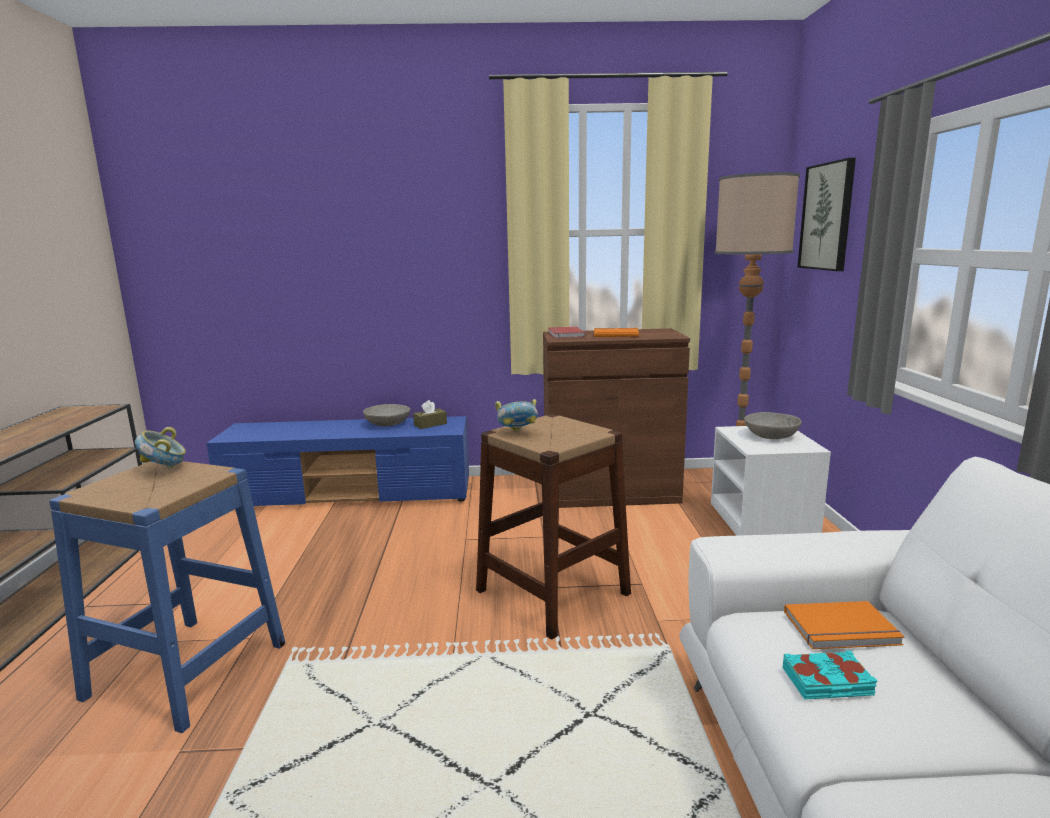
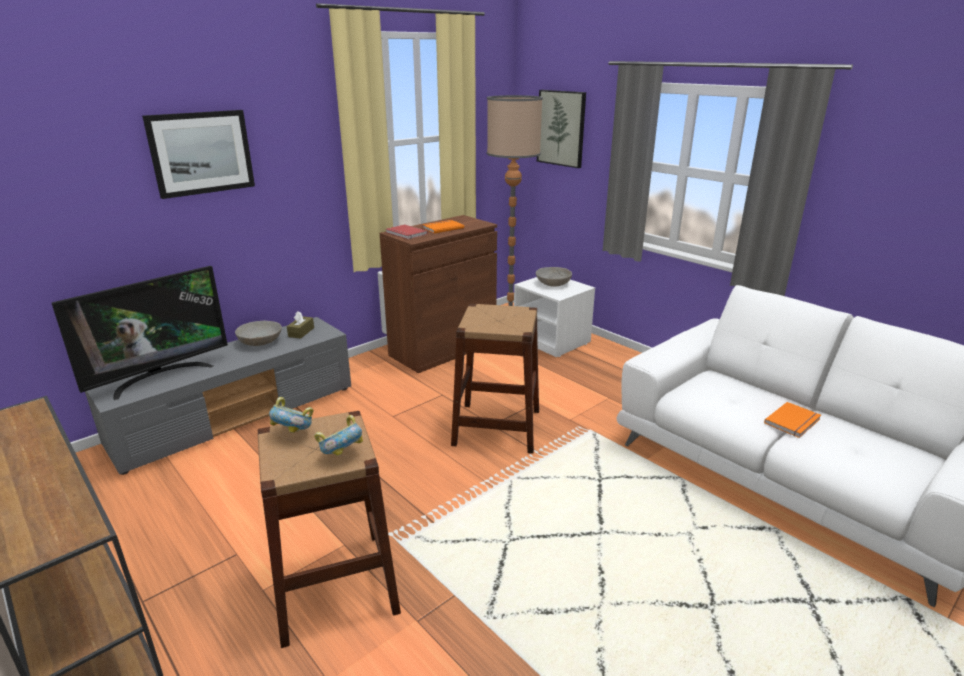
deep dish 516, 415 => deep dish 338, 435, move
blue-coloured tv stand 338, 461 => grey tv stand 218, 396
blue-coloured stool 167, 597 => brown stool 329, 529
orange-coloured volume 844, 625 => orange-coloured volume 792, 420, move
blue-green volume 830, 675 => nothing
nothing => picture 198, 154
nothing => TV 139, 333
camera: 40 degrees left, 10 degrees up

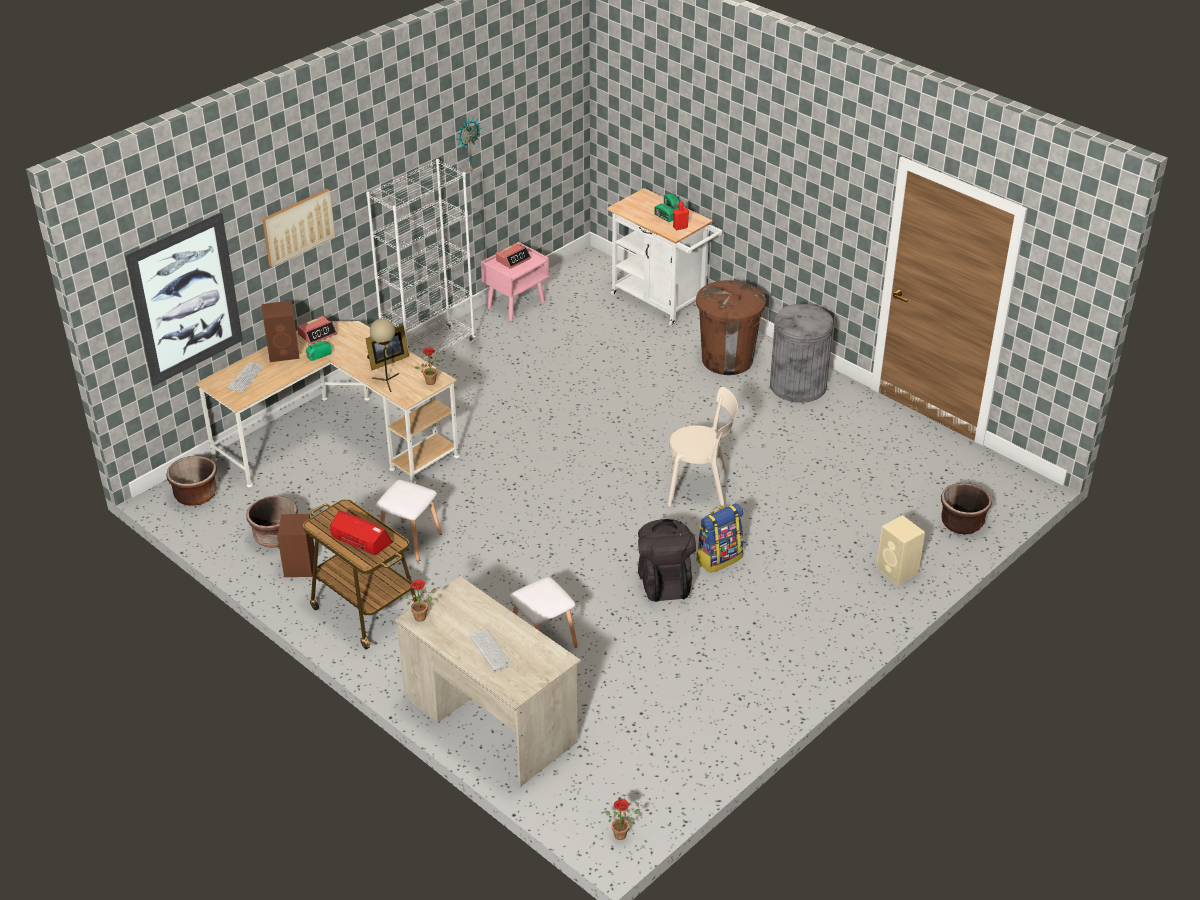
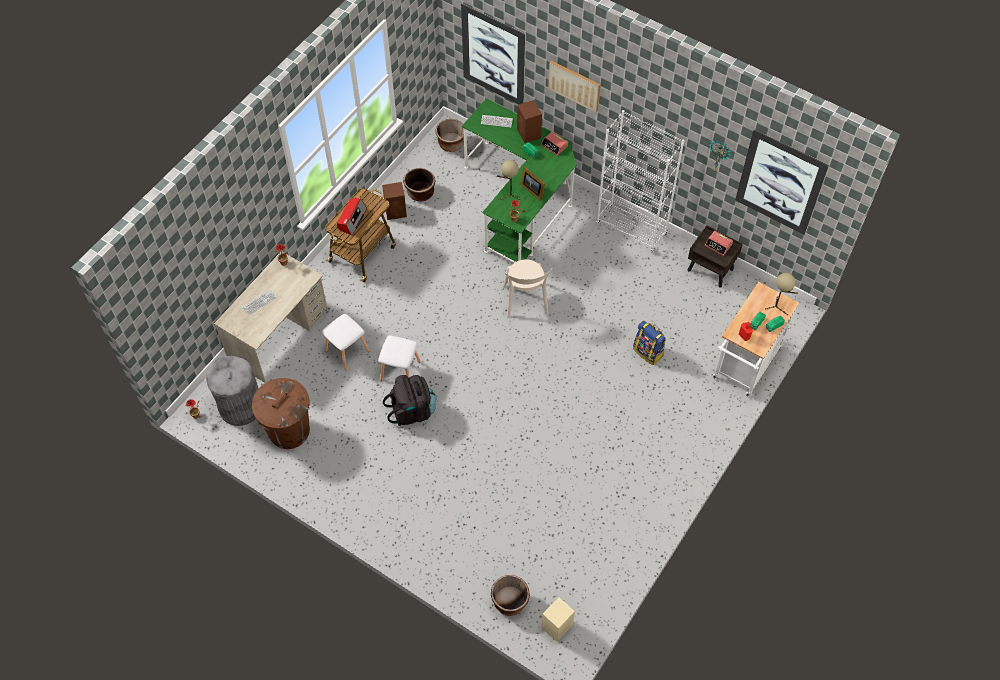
pinkish night table 515, 281 => brown night table 715, 256
brown rubbish bin 731, 327 => brown rubbish bin 281, 413, move
grey rubbish bin 802, 353 => grey rubbish bin 232, 391, move
sand-coloured desk table 327, 404 => greenish desk table 519, 181
sand-coloured plain chair 702, 447 => sand-coloured plain chair 527, 288, move
whitish stool 408, 520 => whitish stool 399, 358, move
rucksack 720, 538 => rucksack 649, 343, move
sand-coloured audio speaker 900, 550 => sand-coloured audio speaker 558, 619, move
nothing => picture 782, 182
nothing => sand-coloured tabletop lamp 781, 294
camera: 80 degrees right, 20 degrees up

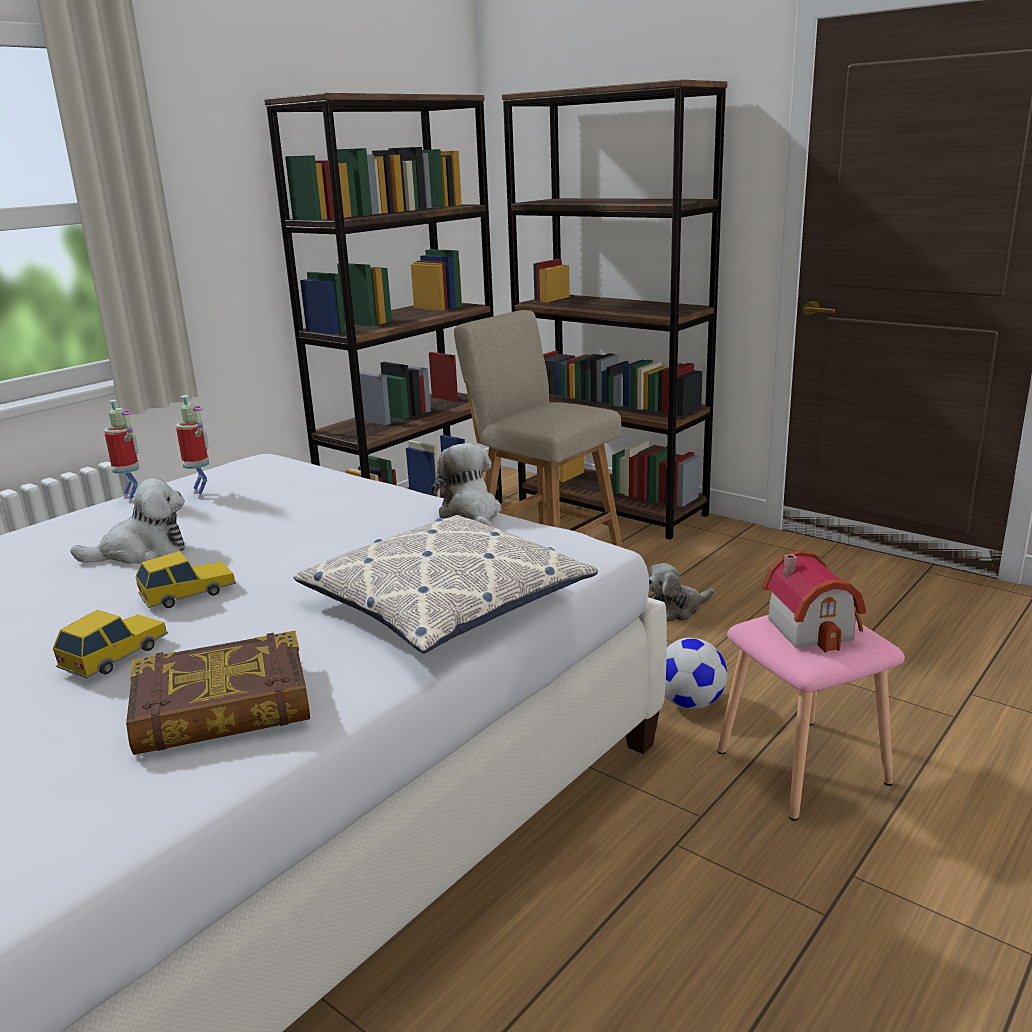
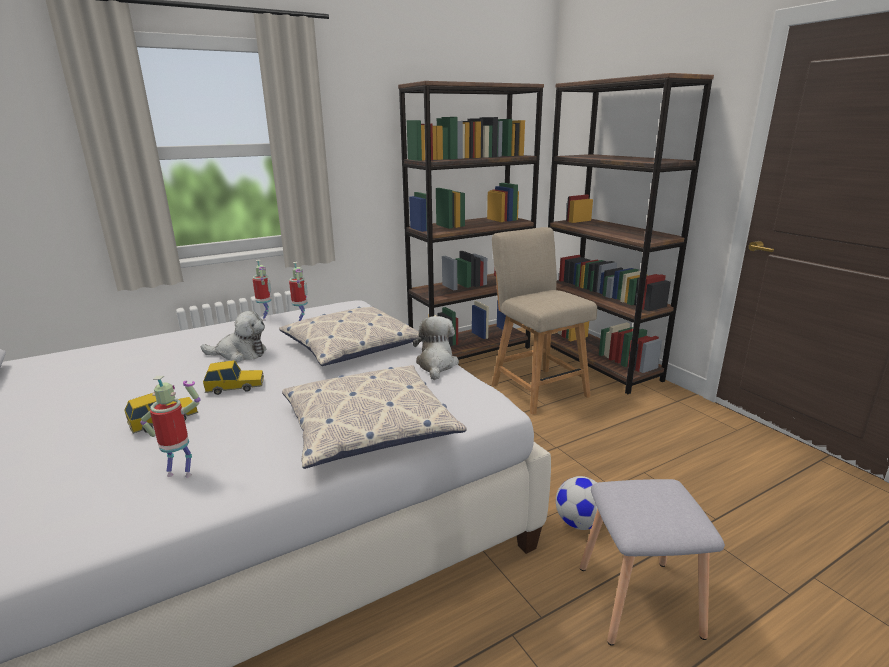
miniature house 814, 601 => nothing
cuddly toy 681, 592 => nothing
pinkish stool 811, 718 => grey stool 652, 562
volume 218, 693 => toy robot 170, 426
nothing => throw pillow 349, 336
camera: 20 degrees right, 0 degrees up

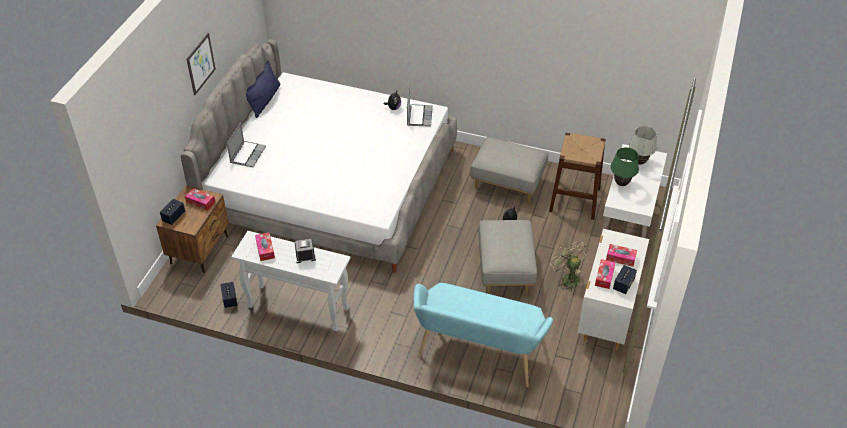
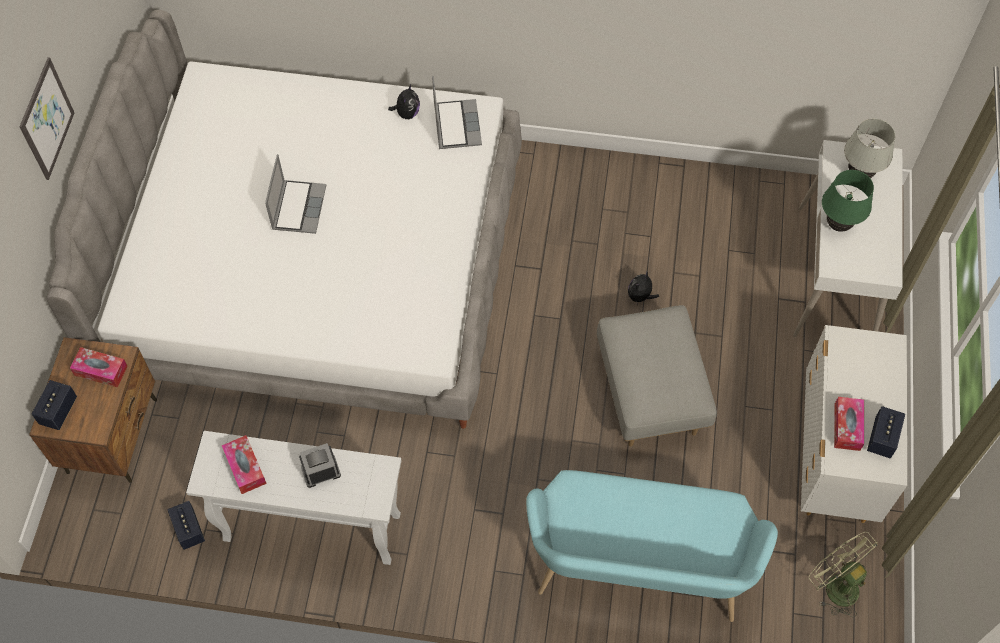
blue-coloured throw pillow 263, 89 => nothing
portable computer 246, 144 => portable computer 295, 194, move
brown stool 577, 176 => nothing
grey pouffe 509, 170 => nothing
greenish electric fan 569, 265 => greenish electric fan 843, 574, move
tissue box 621, 255 => nothing
camera: 10 degrees left, 15 degrees up

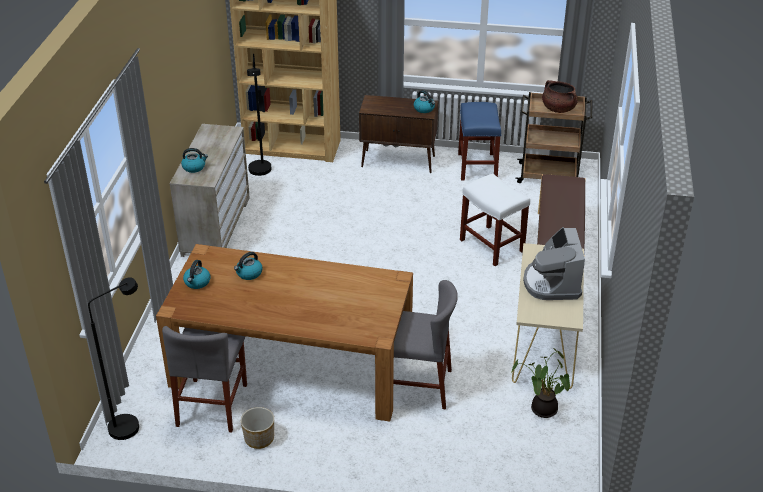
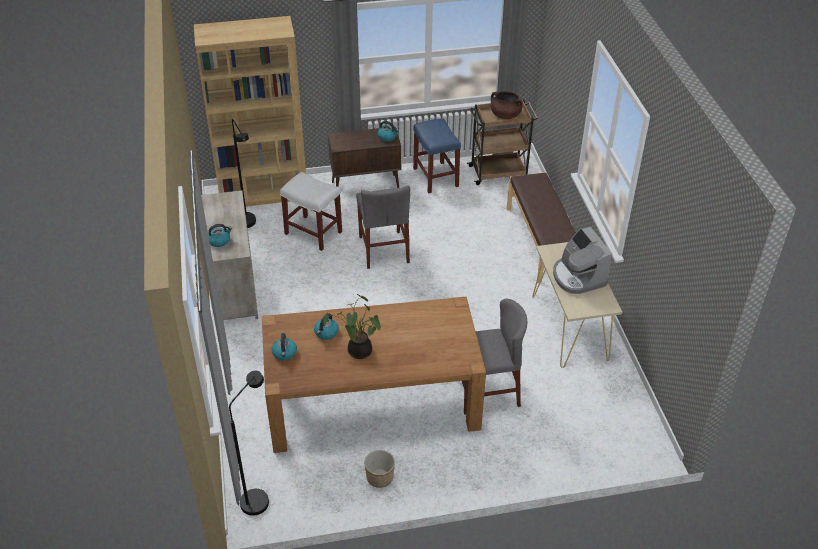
whitish stool 495, 220 => whitish stool 311, 211, move
grey plain chair 204, 379 => grey plain chair 383, 227, move
houseplant 541, 383 => houseplant 352, 326, move
camera: 20 degrees left, 5 degrees up

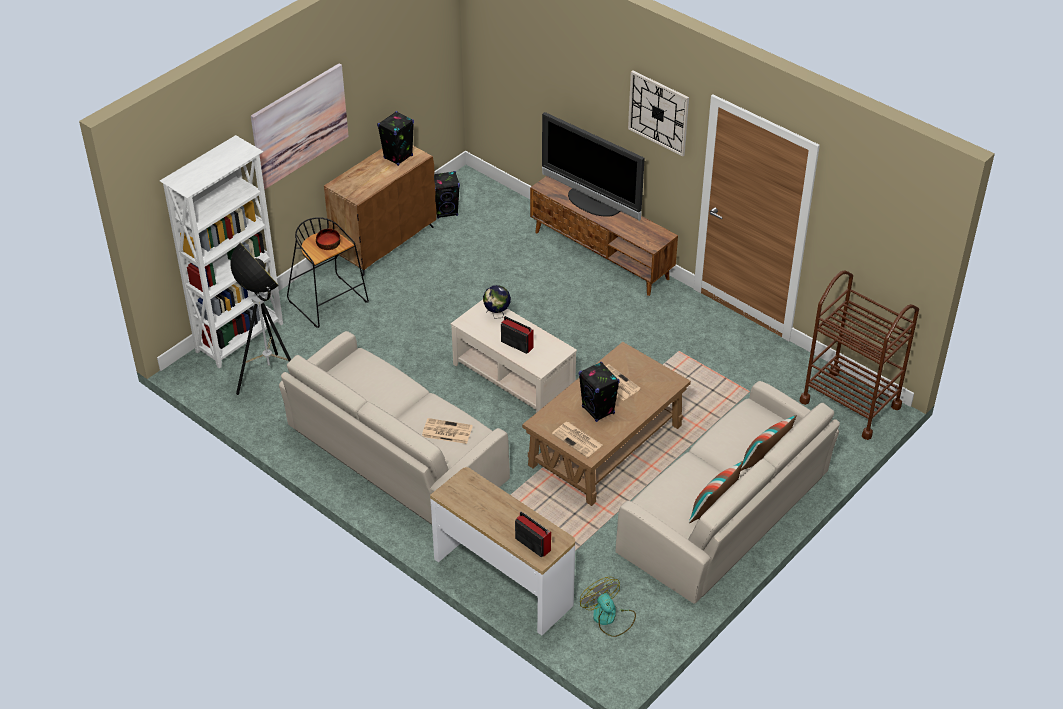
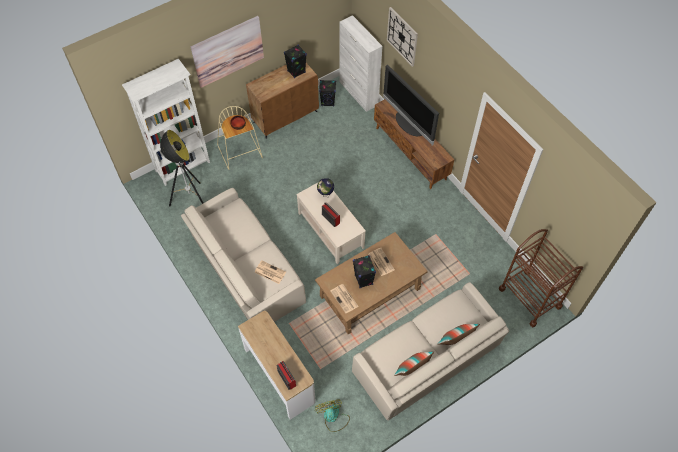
wall clock 658, 114 => wall clock 402, 37, move
black-coloured stool 328, 272 => sand-coloured stool 240, 138
nothing => whitish storage cabinet 361, 63
camera: 15 degrees right, 15 degrees up

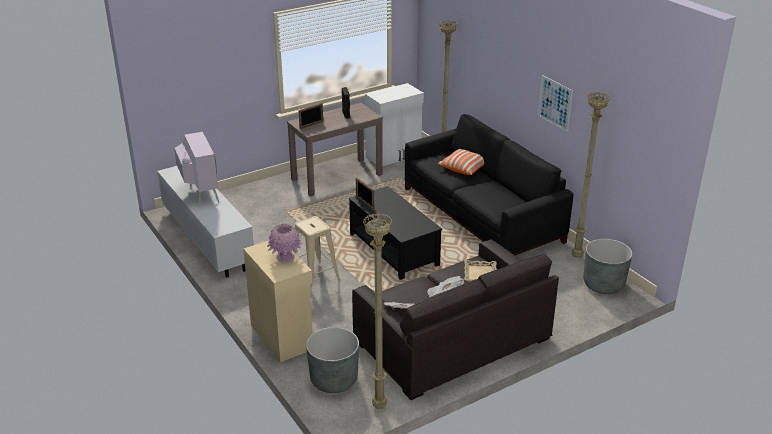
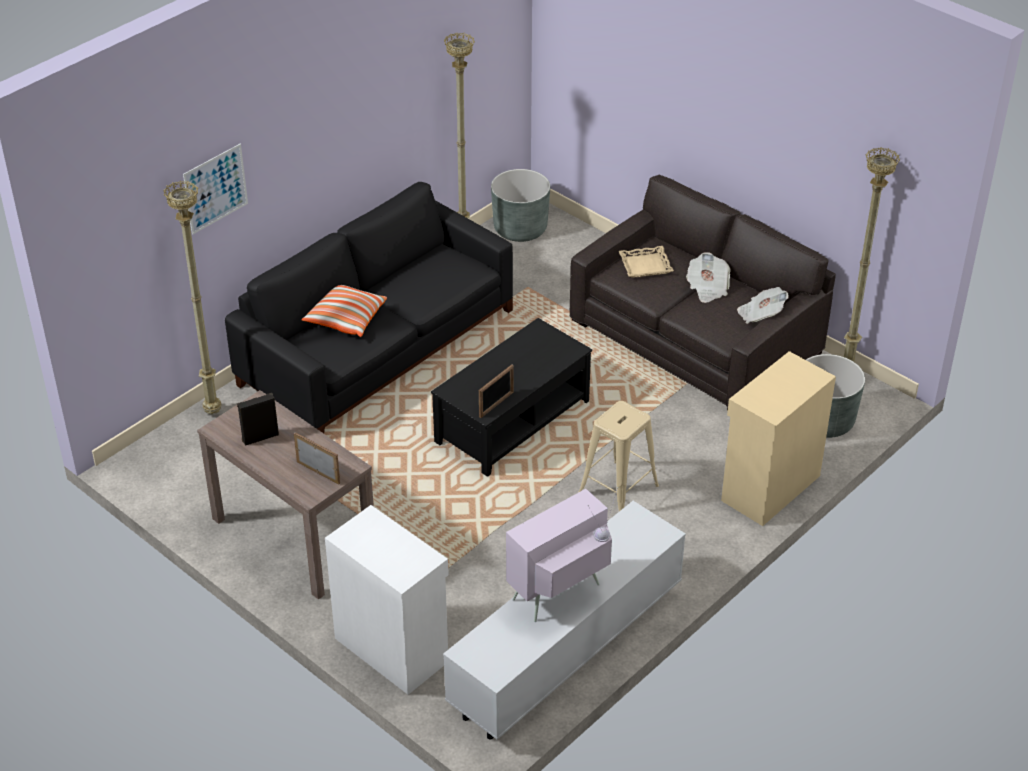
picture 555, 103 => picture 215, 189, move
whitish storage cabinet 394, 124 => whitish storage cabinet 387, 600, move
pinkish decorative vase 284, 242 => nothing
camera: 105 degrees left, 10 degrees up

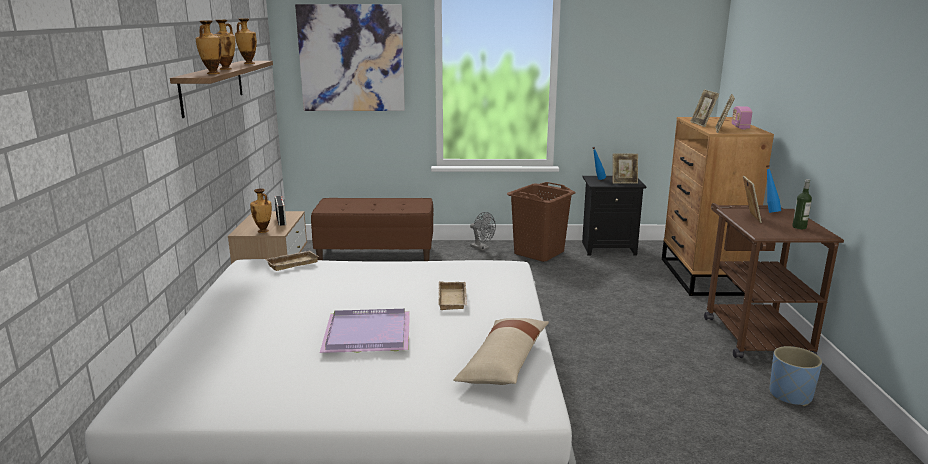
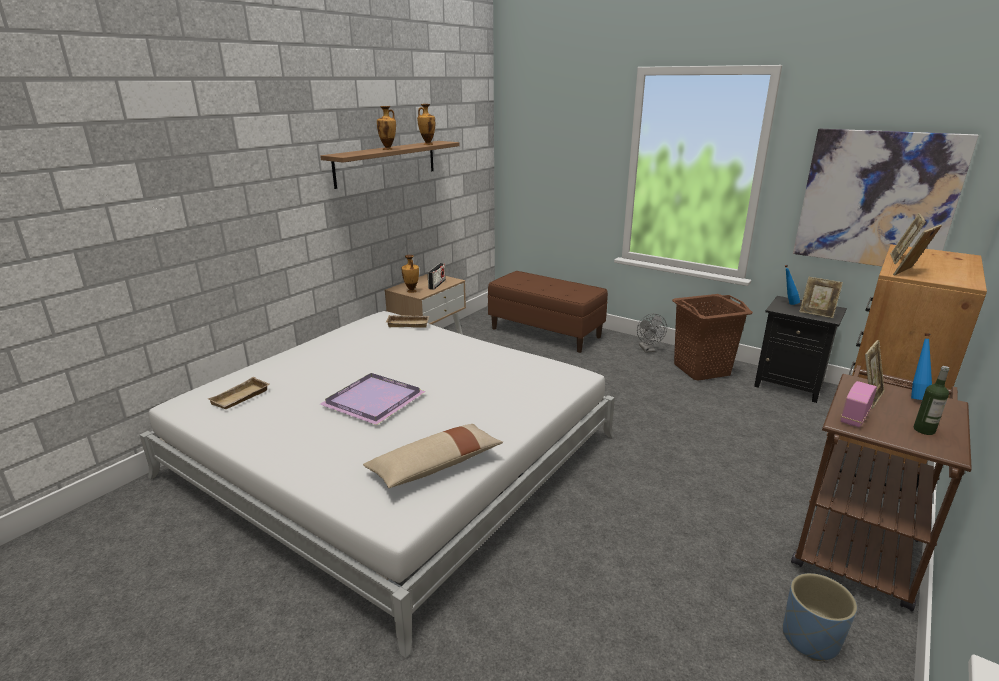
picture 350, 57 => picture 886, 198, move
decorative vase 209, 47 => nothing
radio receiver 742, 117 => radio receiver 858, 404, move
sand-coloured tray 453, 295 => sand-coloured tray 238, 393, move
camera: 35 degrees right, 5 degrees up

